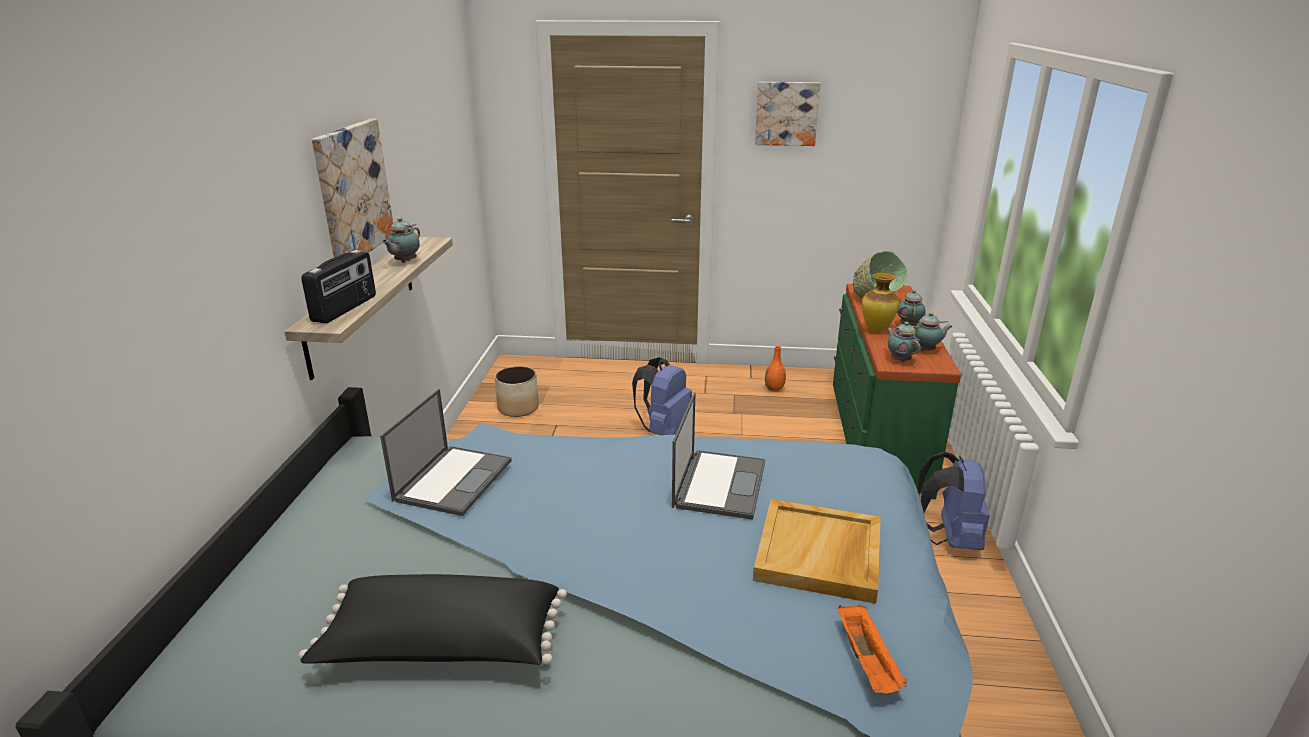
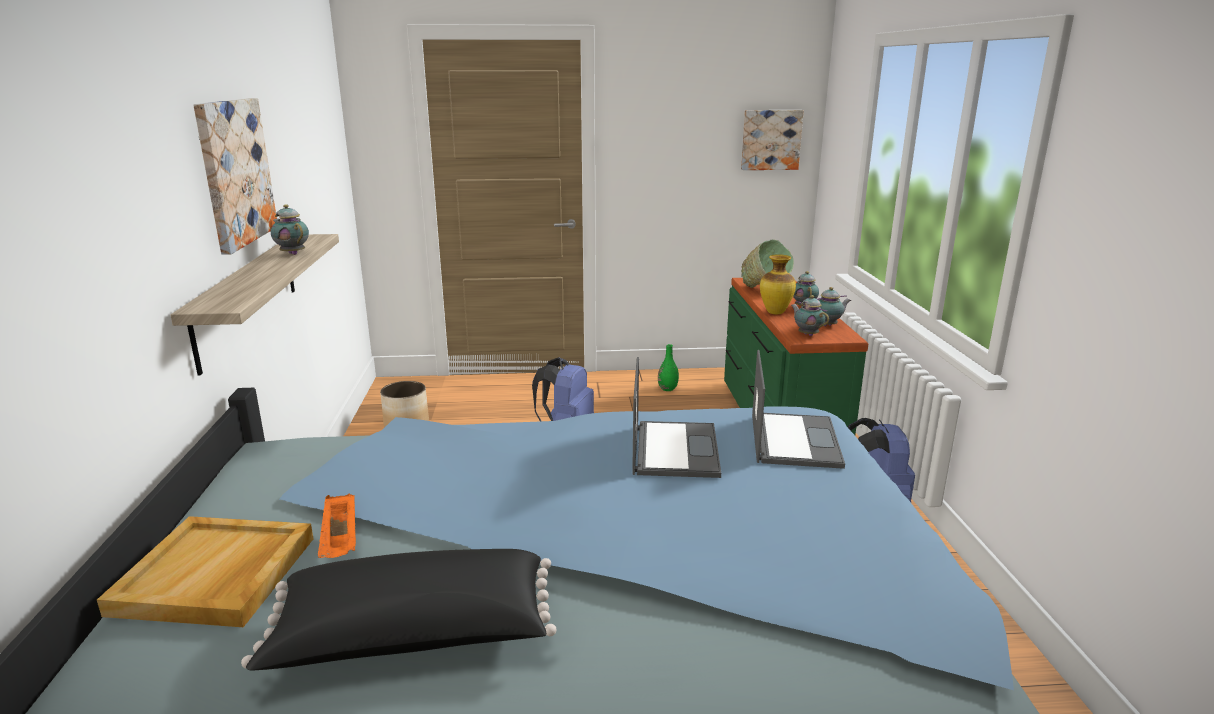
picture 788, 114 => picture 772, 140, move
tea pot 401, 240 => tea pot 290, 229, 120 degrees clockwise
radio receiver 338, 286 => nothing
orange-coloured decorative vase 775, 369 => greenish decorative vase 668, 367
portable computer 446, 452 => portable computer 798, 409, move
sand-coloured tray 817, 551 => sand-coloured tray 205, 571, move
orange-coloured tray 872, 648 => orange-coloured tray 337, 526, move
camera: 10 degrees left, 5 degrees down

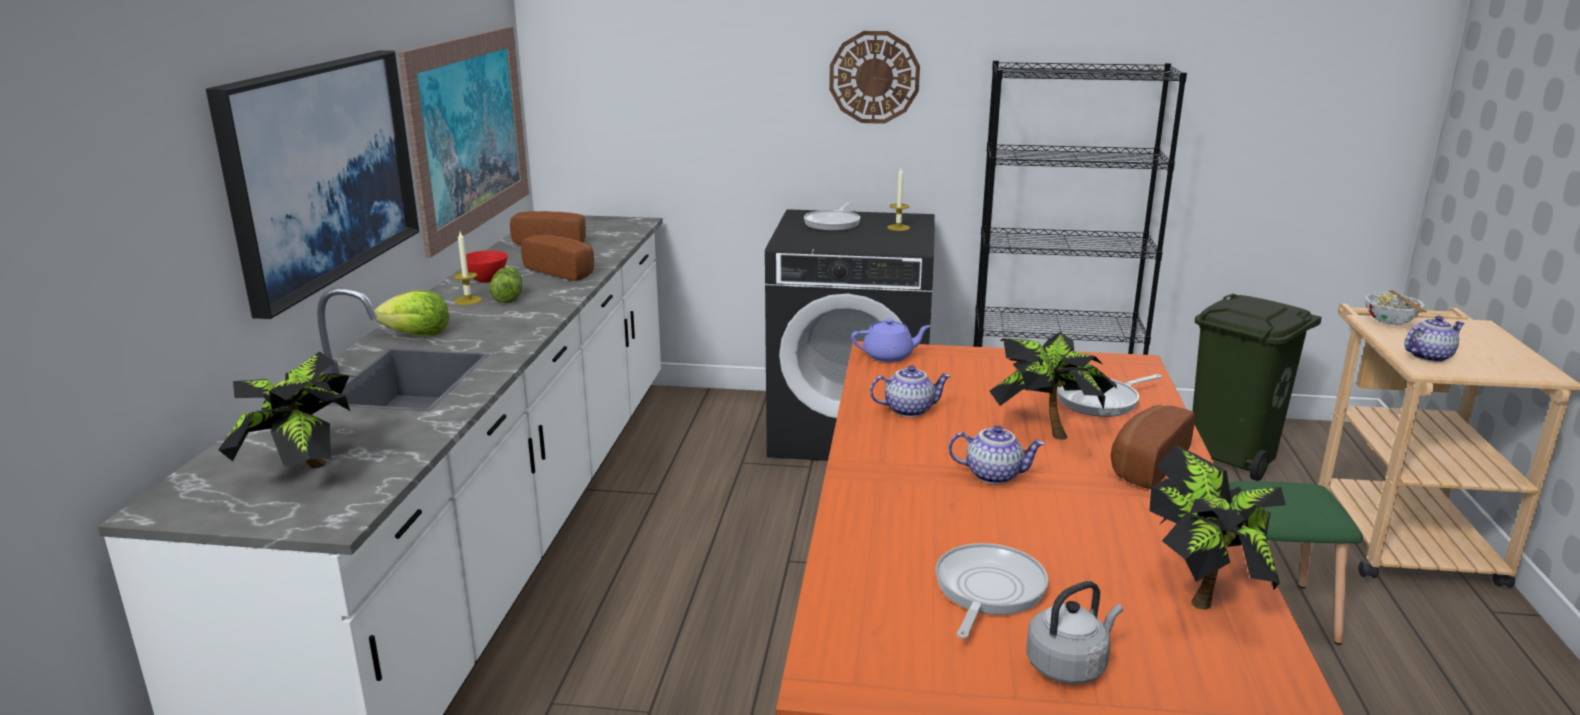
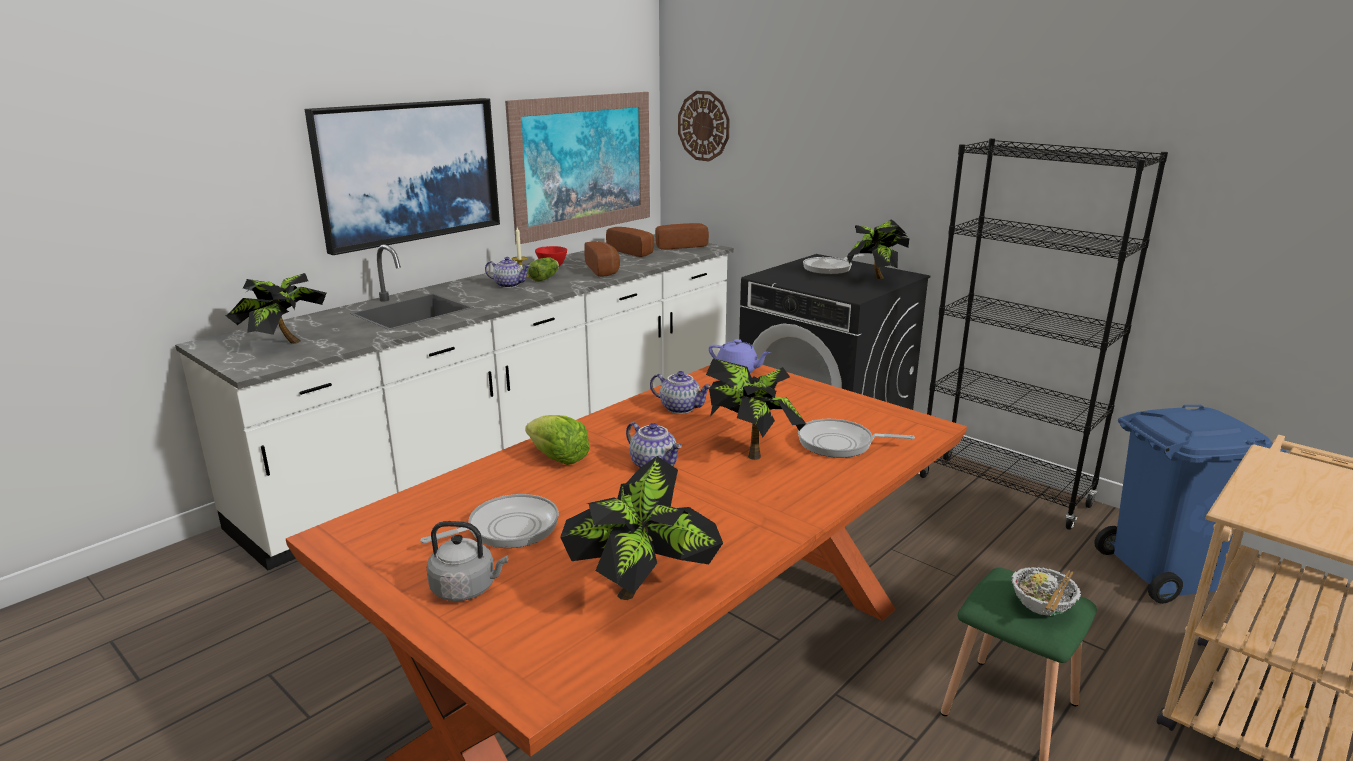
wall clock 874, 77 => wall clock 704, 126, move
wax candle 898, 199 => houseplant 878, 249
deep dish 1395, 307 => deep dish 1046, 591, move
lettuce 412, 313 => lettuce 557, 440, move
greenish rubbish bin 1257, 387 => blue-coloured rubbish bin 1190, 504
tea pot 1434, 339 => tea pot 507, 272, move
baked bread 1152, 447 => baked bread 682, 236, move
camera: 35 degrees right, 0 degrees up

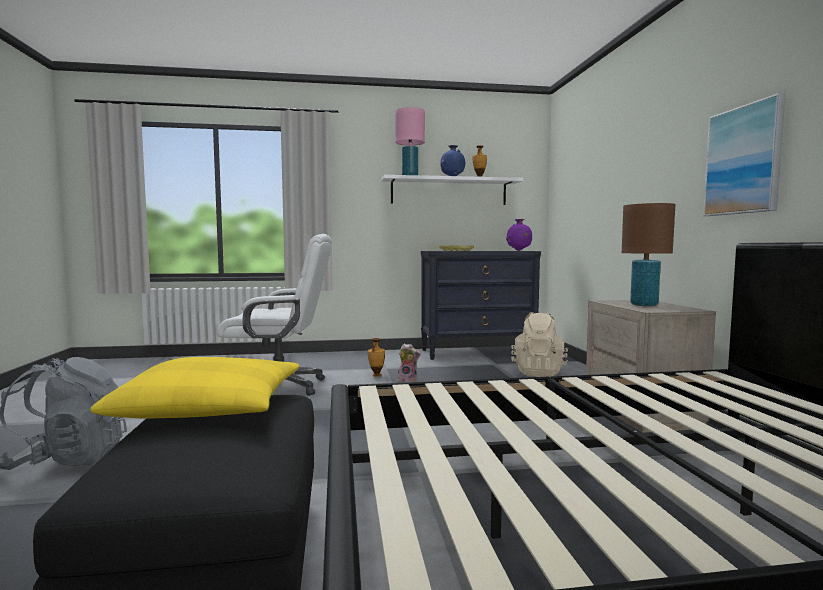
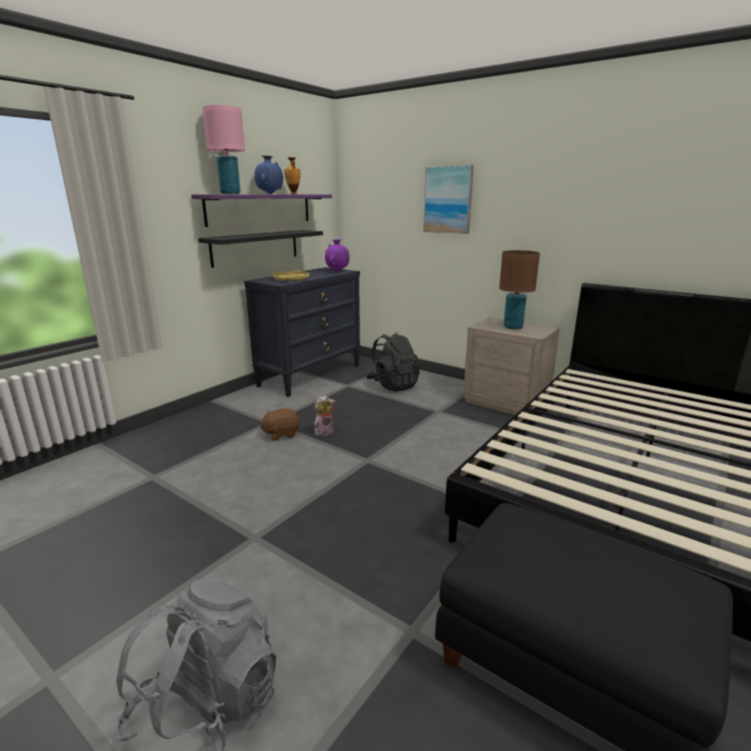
picture 744, 154 => picture 448, 199, move
whitish wall shelf 452, 190 => purple-coloured wall shelf 261, 211
whitish computer chair 274, 315 => nothing
sand-coloured rucksack 539, 344 => black-coloured rucksack 393, 362
decorative vase 376, 357 => brown cuddly toy 279, 424
yellow-coloured throw pillow 194, 388 => nothing
nothing => black-coloured wall shelf 260, 249
camera: 45 degrees left, 15 degrees up

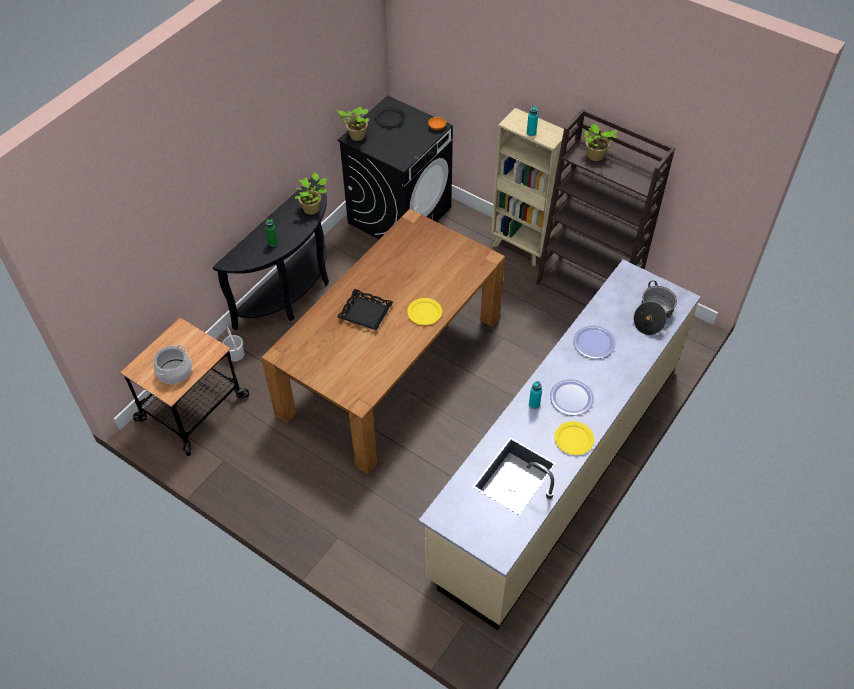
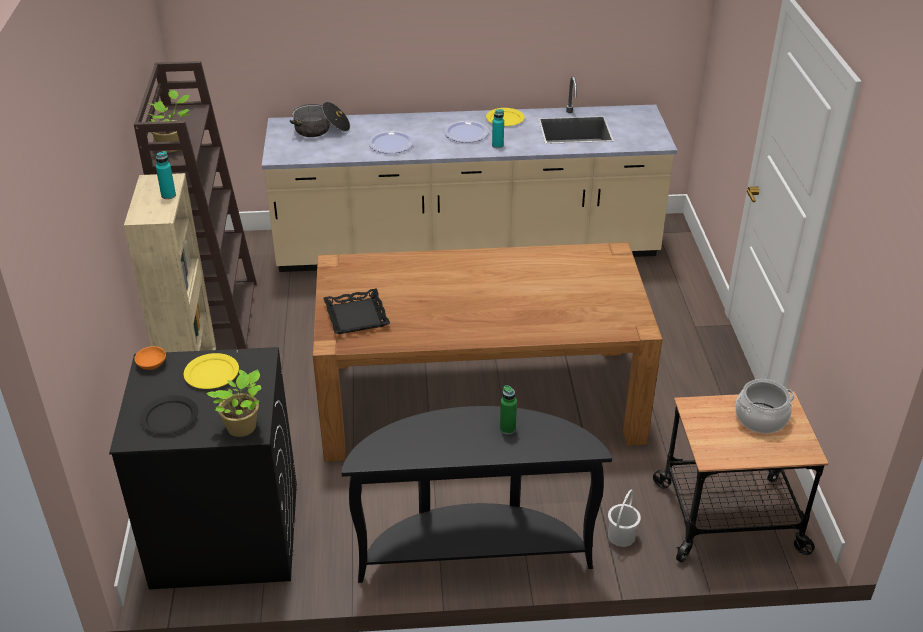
houseplant 311, 194 => nothing
black-coloured tray 365, 310 => black-coloured tray 357, 311, move
yellow-coloured plate 424, 311 => yellow-coloured plate 211, 371, move
camera: 130 degrees left, 15 degrees down

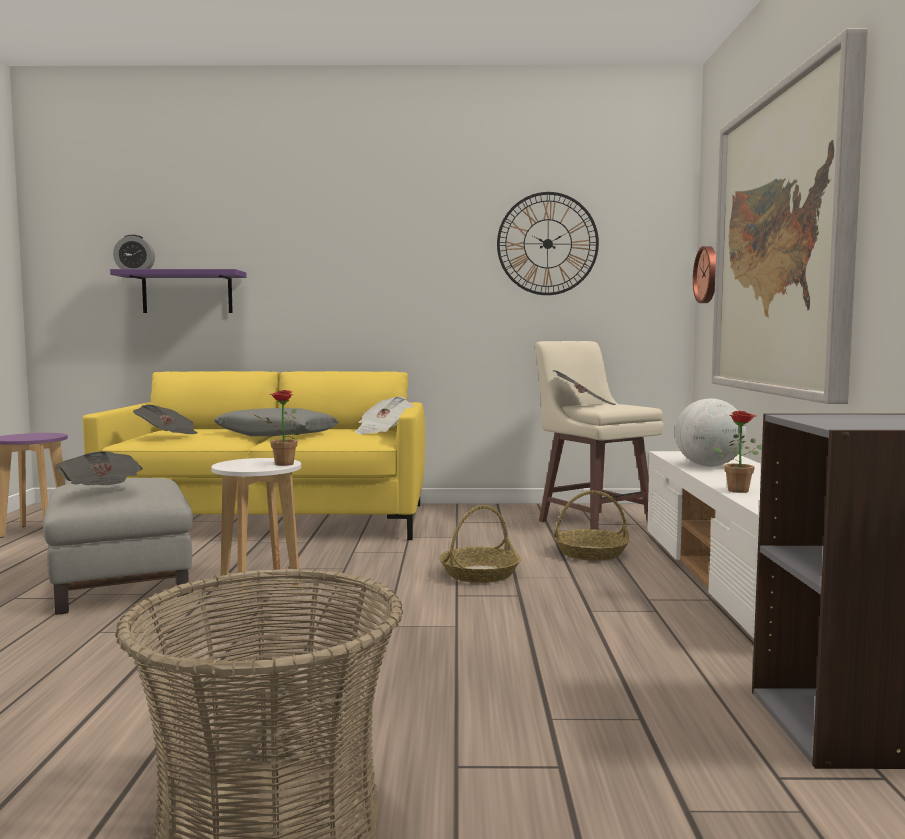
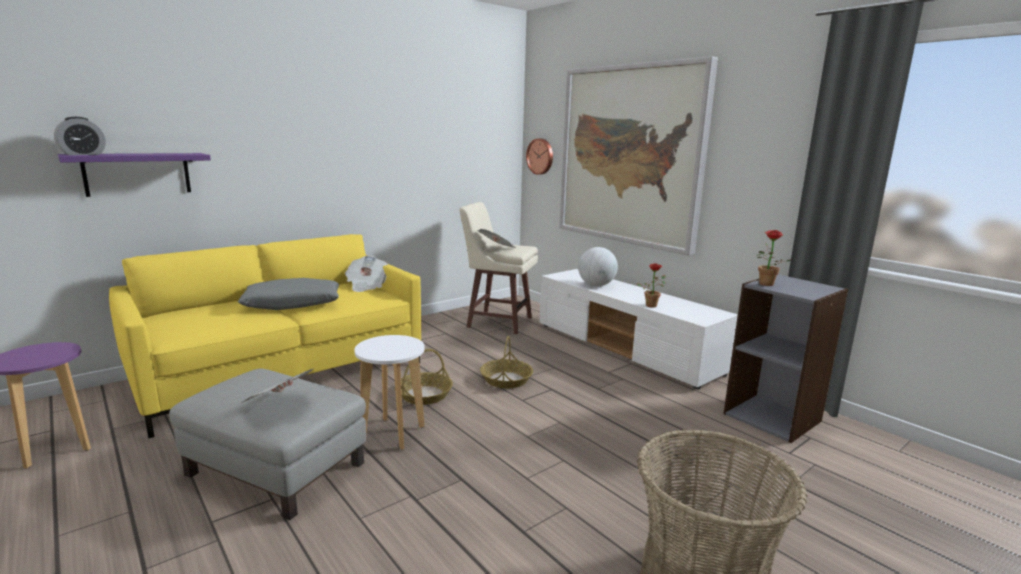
wall clock 548, 243 => nothing
houseplant 277, 428 => houseplant 773, 258, move
printed paper 165, 419 => nothing
basket 591, 526 => basket 427, 377, move
camera: 40 degrees left, 10 degrees up

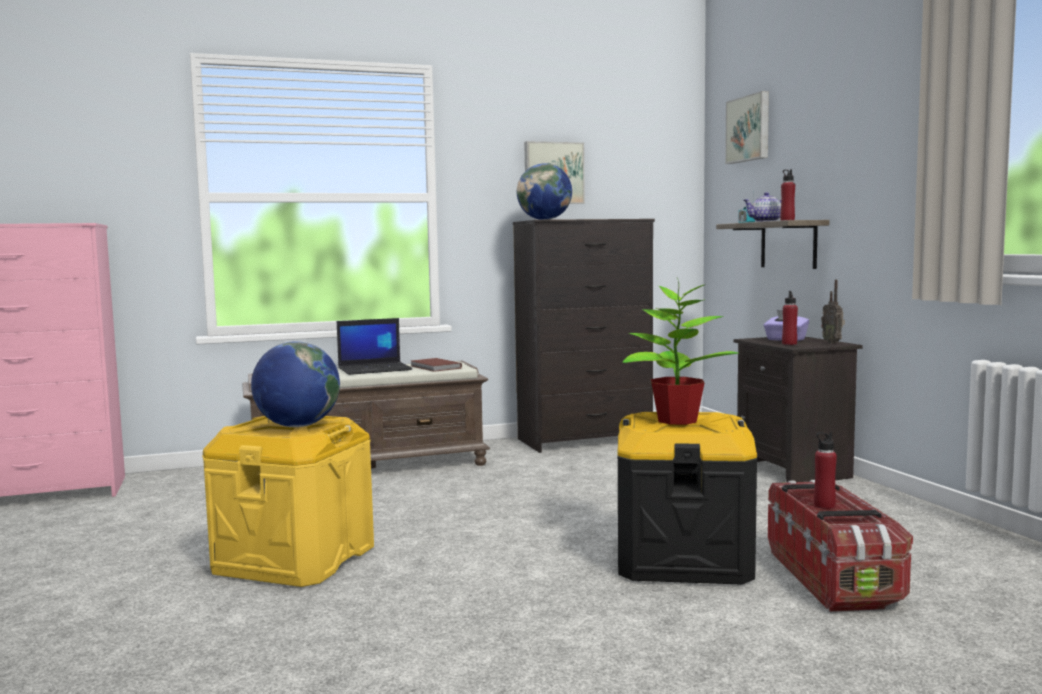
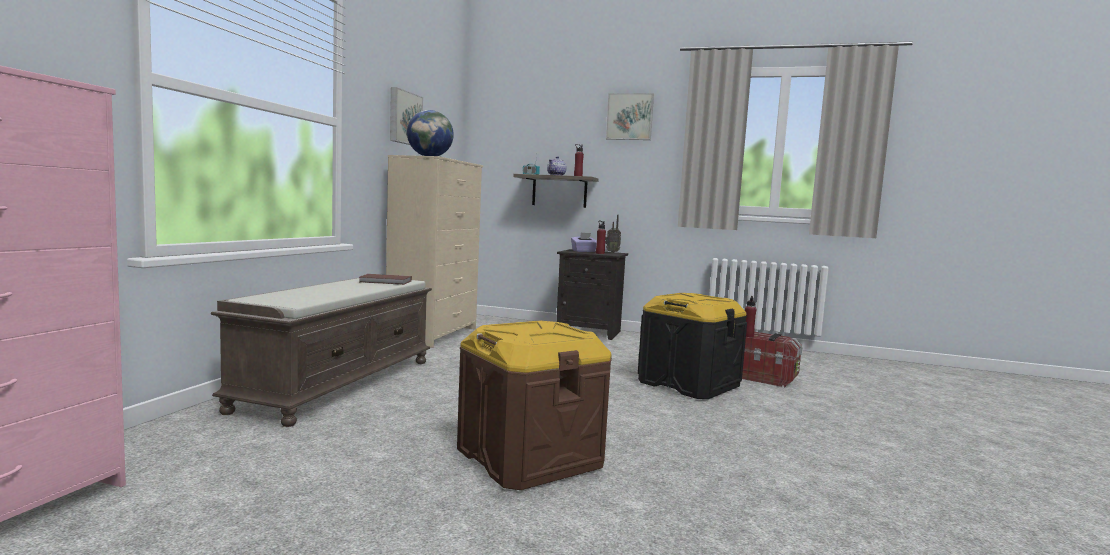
picture 747, 127 => picture 630, 116, move
black-coloured drawer chest 584, 336 => sand-coloured drawer chest 434, 251
houseplant 681, 351 => nothing
portable computer 374, 346 => nothing
world globe 295, 384 => nothing
yellow-coloured storage bin 288, 501 => brown storage bin 534, 405
camera: 55 degrees left, 0 degrees up

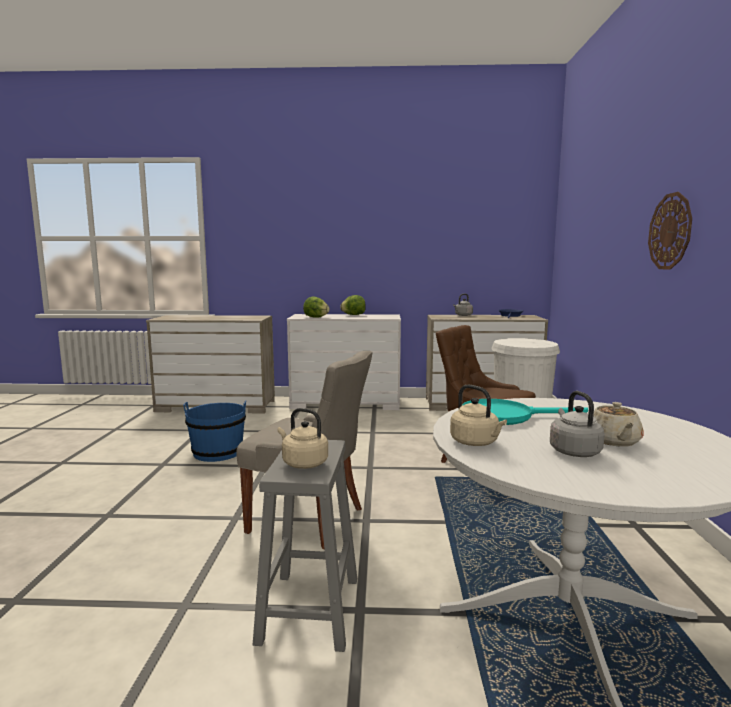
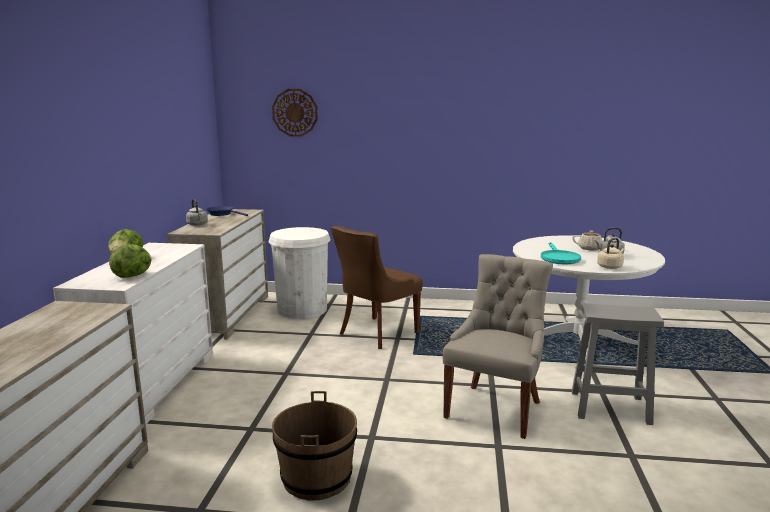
wall clock 670, 231 => wall clock 295, 113, move
blue-coloured water bucket 214, 431 => brown water bucket 314, 445
sand-coloured kettle 302, 438 => nothing
camera: 85 degrees left, 5 degrees up

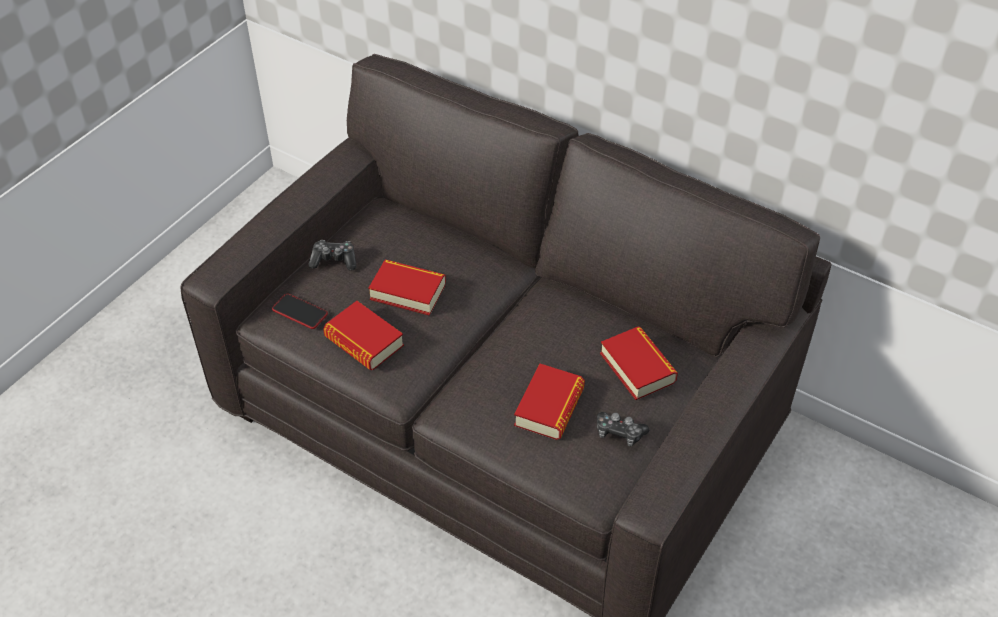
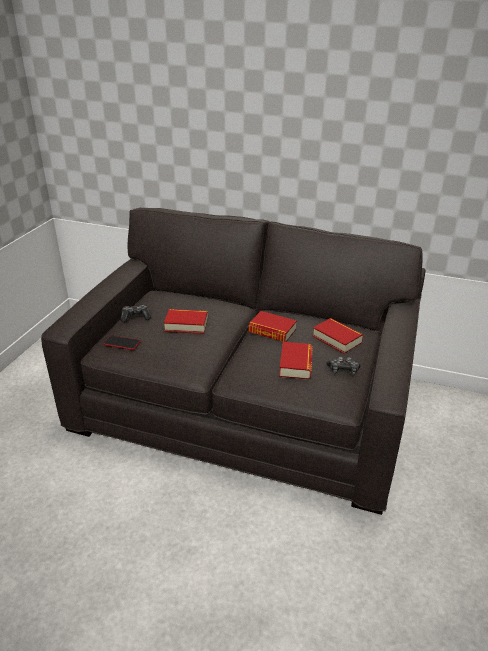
volume 363, 335 => volume 272, 326, move
camera: 15 degrees left, 15 degrees down

